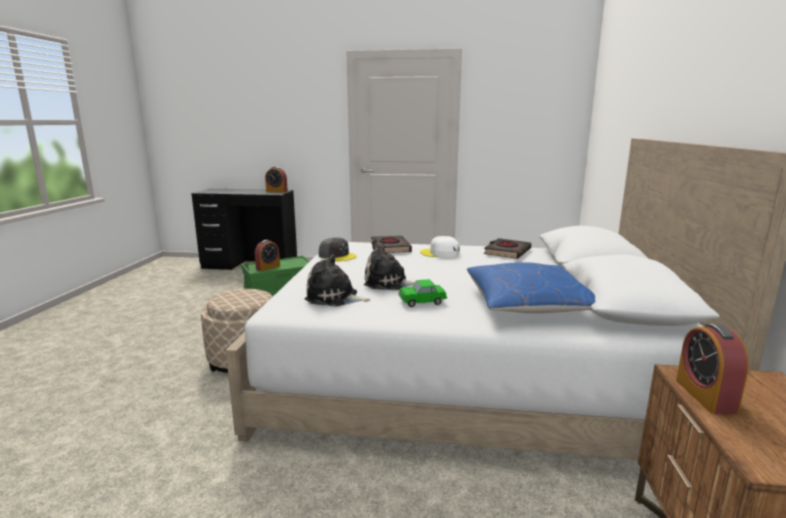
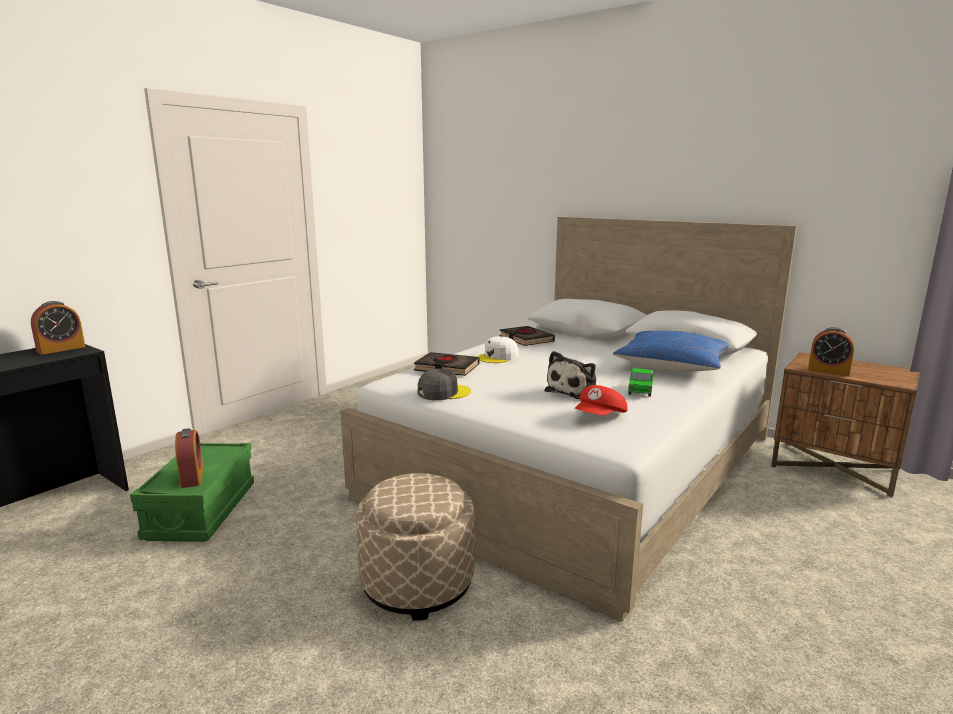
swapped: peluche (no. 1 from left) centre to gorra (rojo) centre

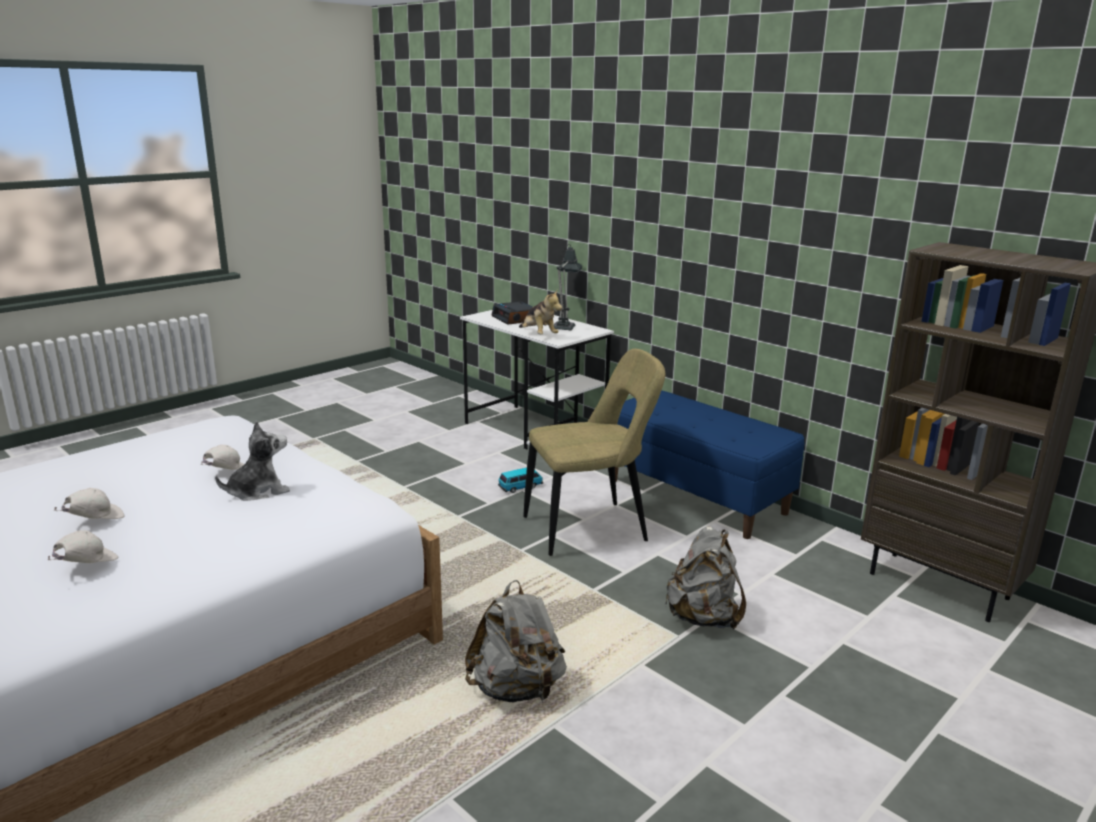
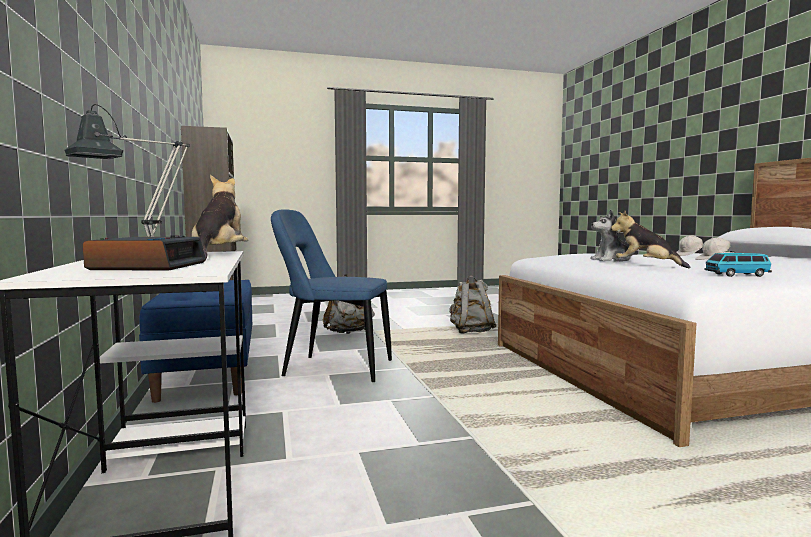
shifted: coche de juguete centre to middle right
swapped: gorra (blanco) (no. 3 from left) middle left to peluche (no. 3 from left) middle right
repainted: silla (beis) centre to silla (azul) centre

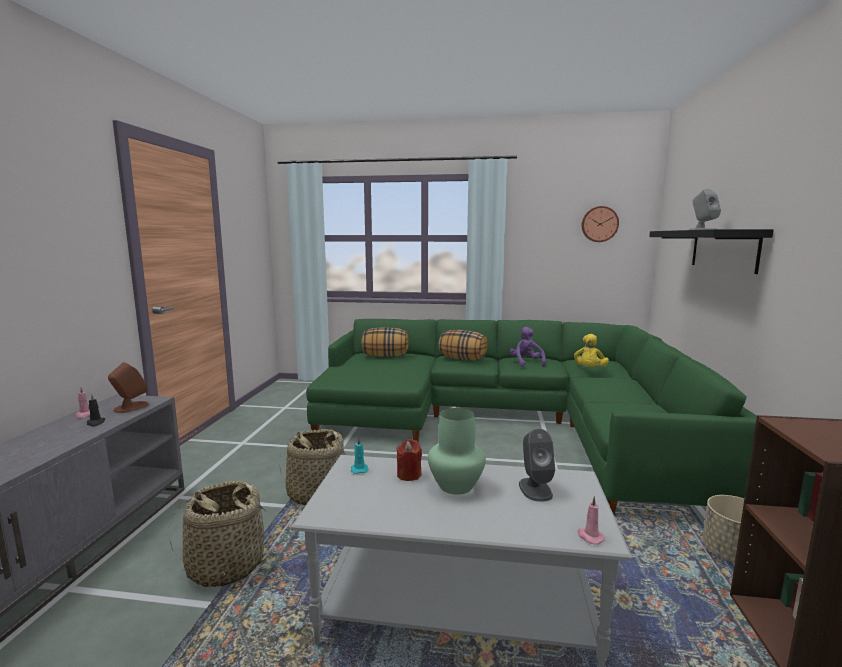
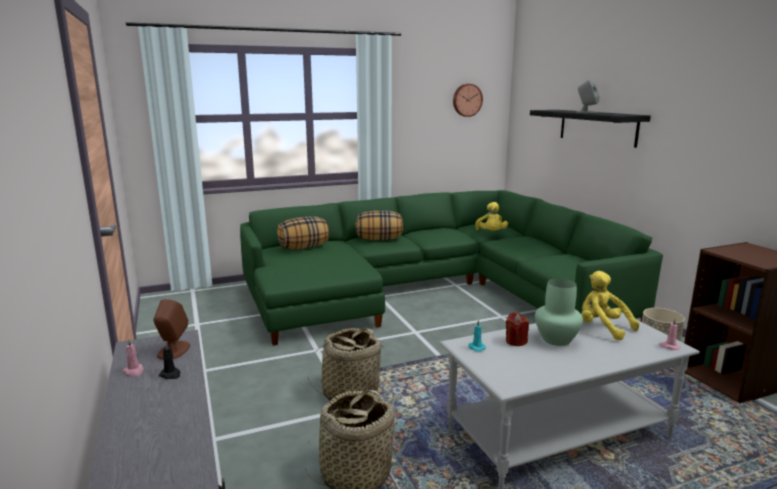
gone: peluche (morado) centre
swapped: altavoz (gris) (no. 1 from left) bottom centre to peluche (amarillo) (no. 2 from left) middle right

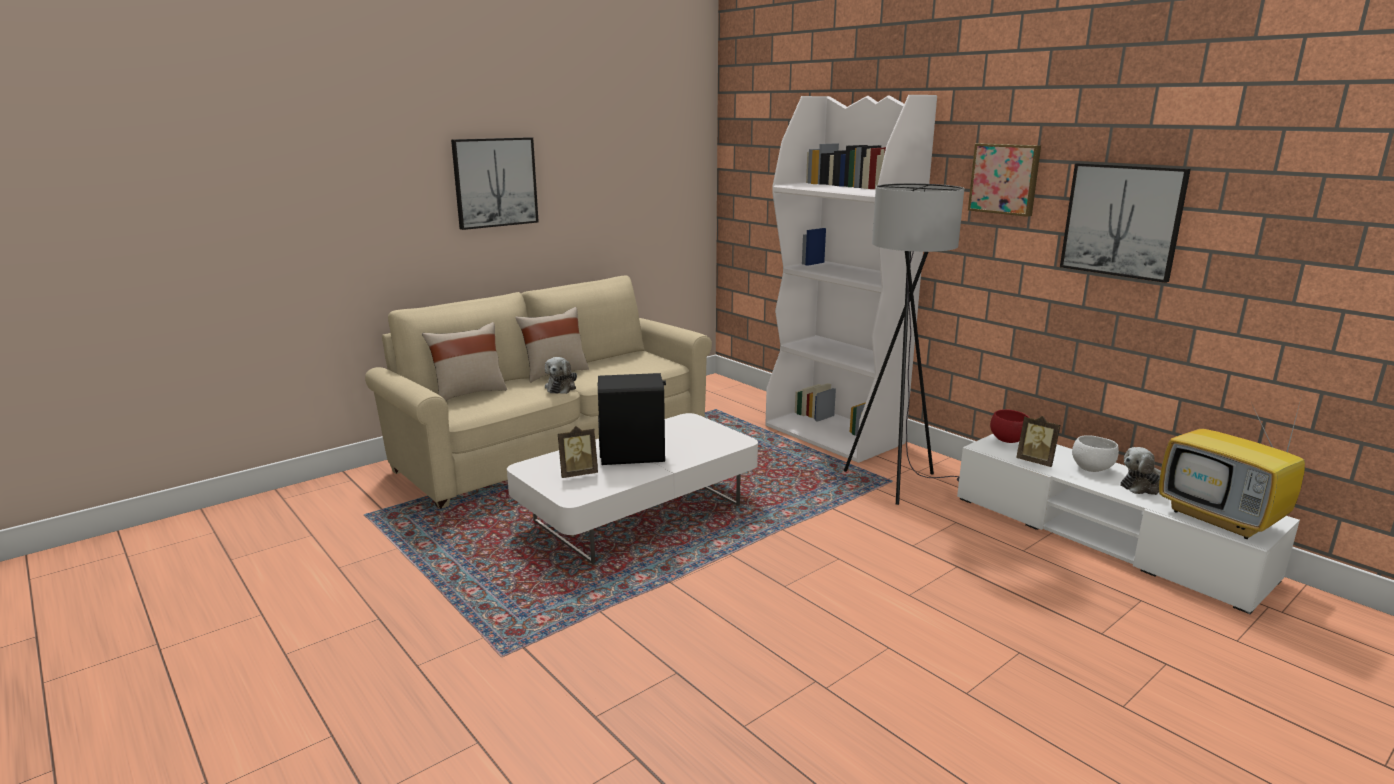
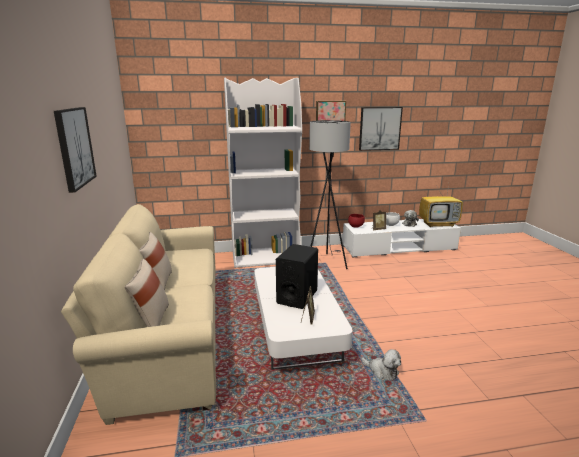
shifted: peluche (no. 1 from left) centre to bottom centre

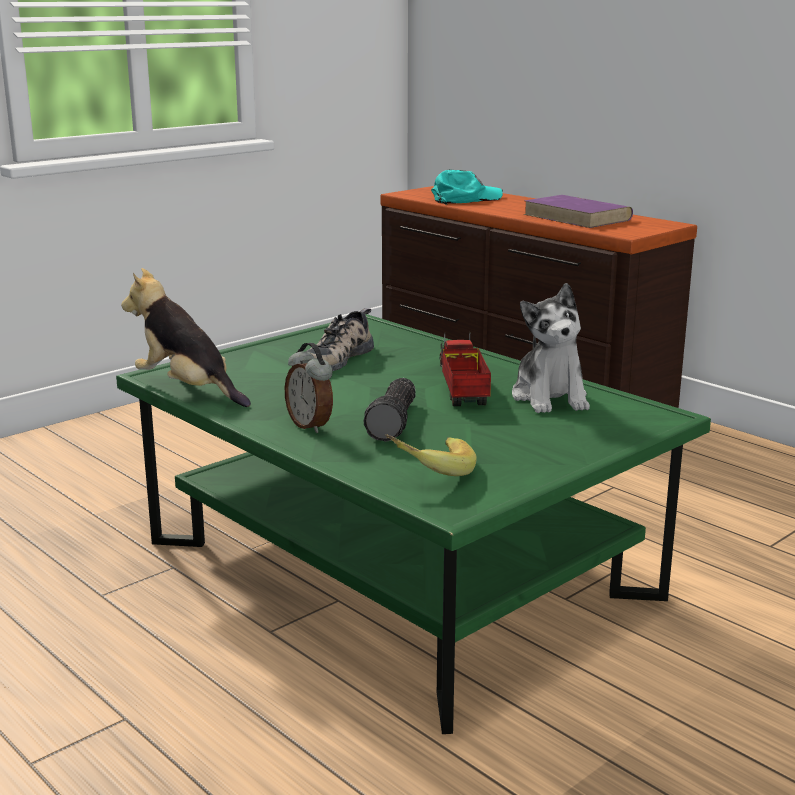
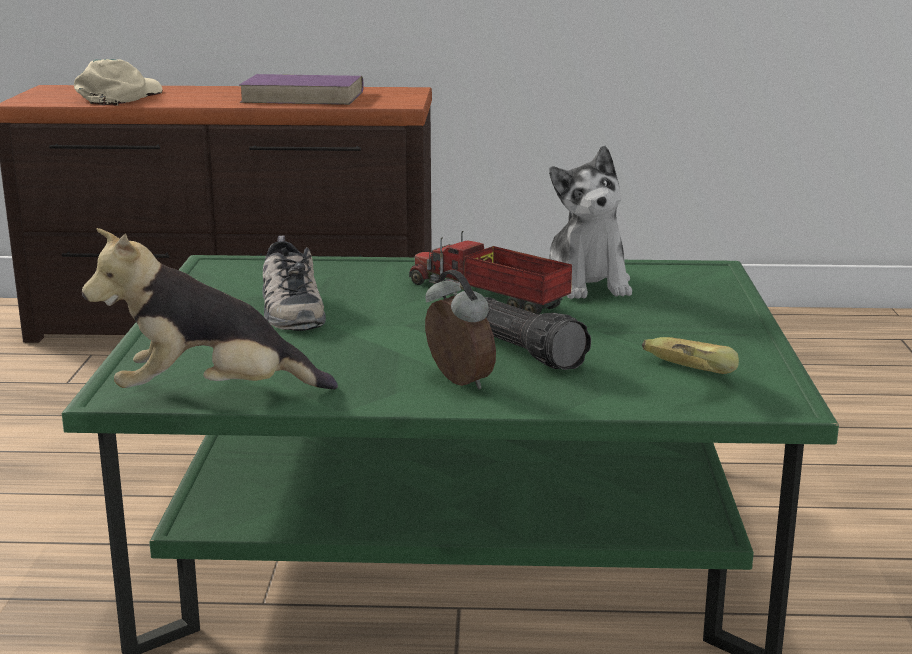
repainted: gorra (turquesa) top centre to gorra (beis) top left
rotated: peluche (no. 2 from left) middle right = centre 45 degrees clockwise; despertador centre = centre 135 degrees counterclockwise

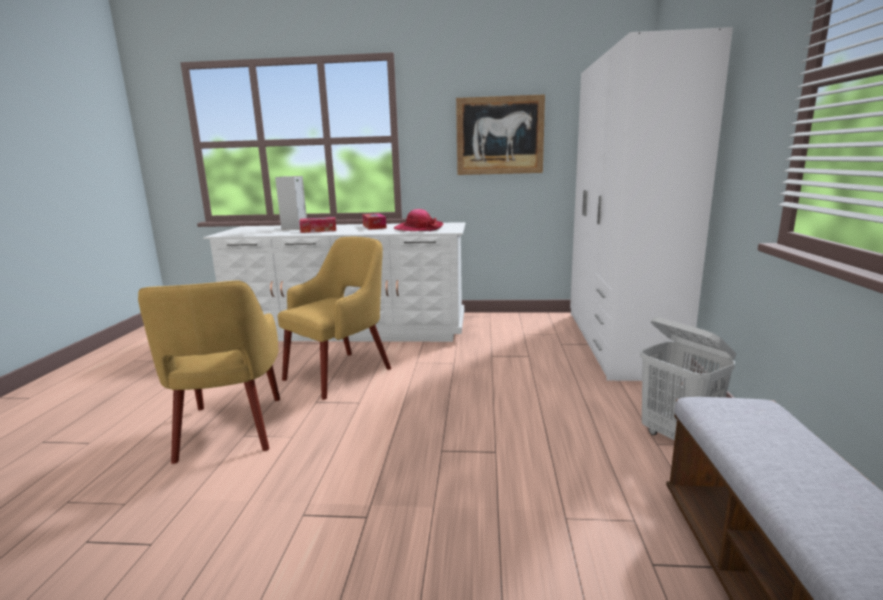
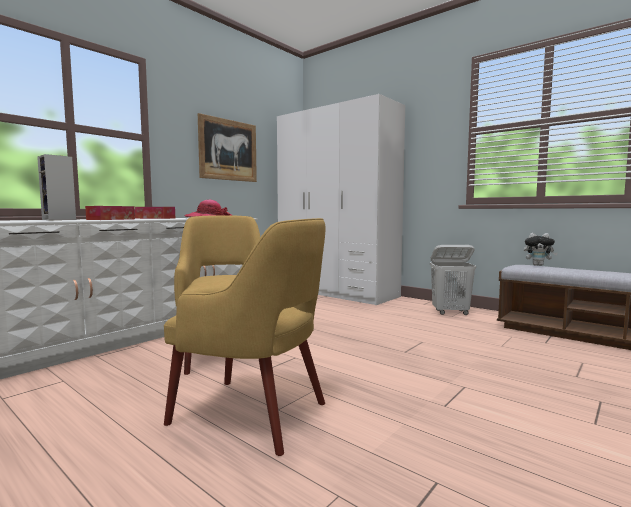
new: peluche middle right

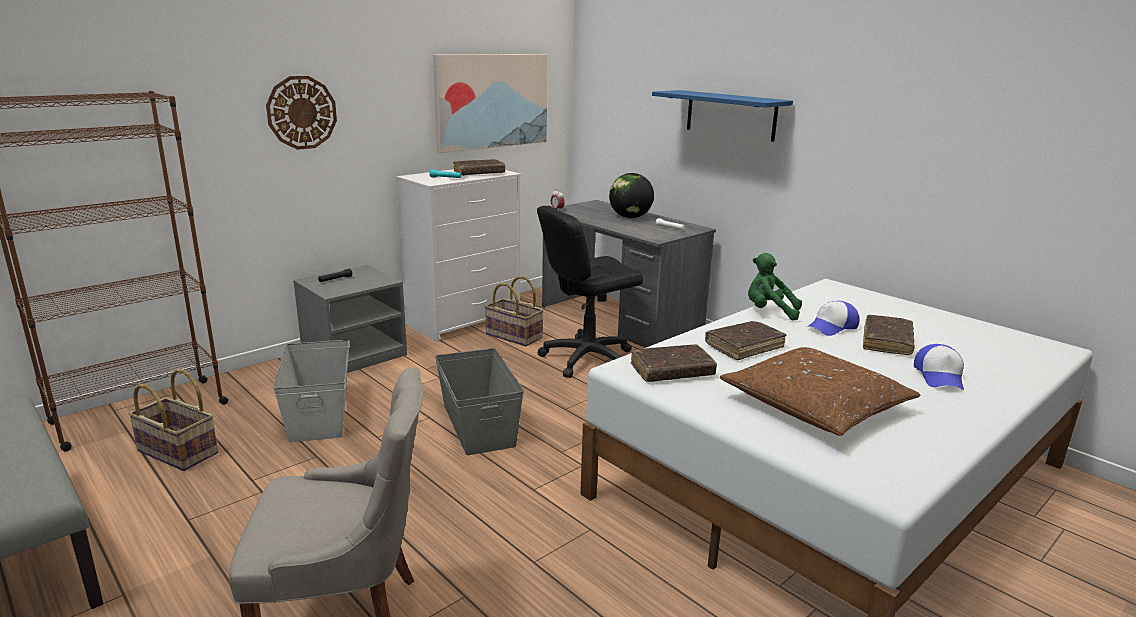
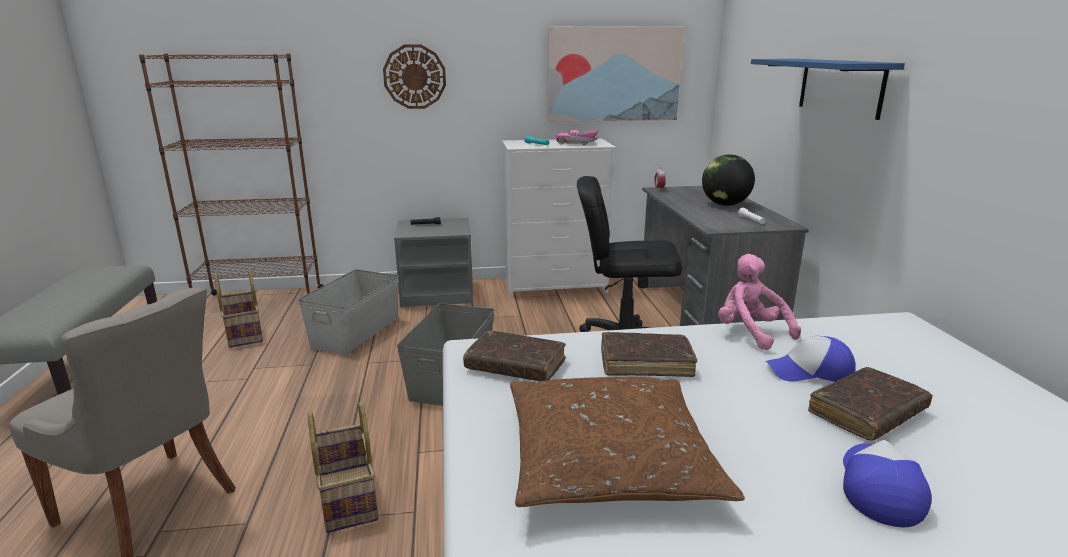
shifted: cesta (no. 2 from left) centre to bottom left
swapped: libro (marrón) (no. 1 from left) top centre to coche de juguete (rosa) top centre
repainted: peluche (verde) middle right to peluche (rosa) middle right
rotated: gorra (no. 2 from left) middle right = bottom right 150 degrees clockwise

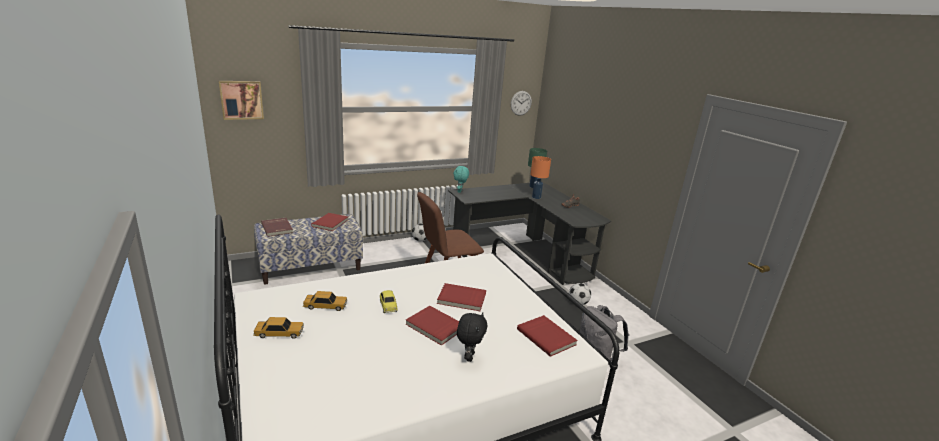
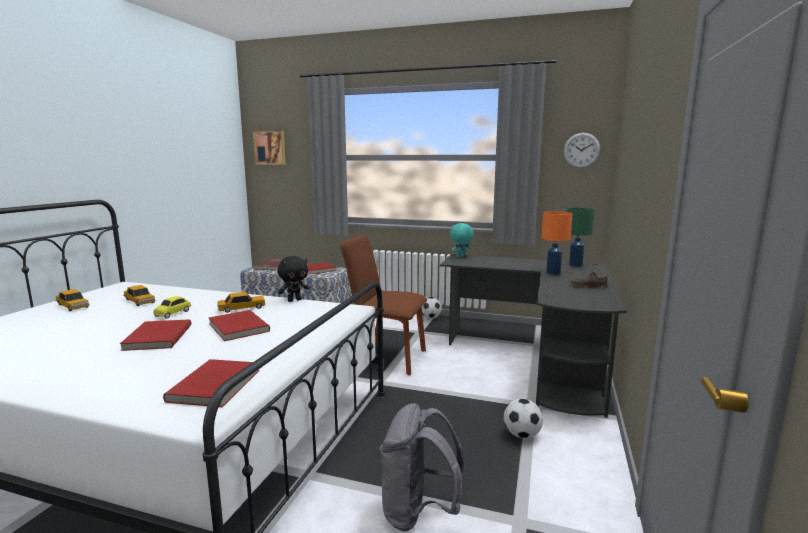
new: coche de juguete (no. 4 from left) middle left
shifted: peluche (negro) bottom centre to centre

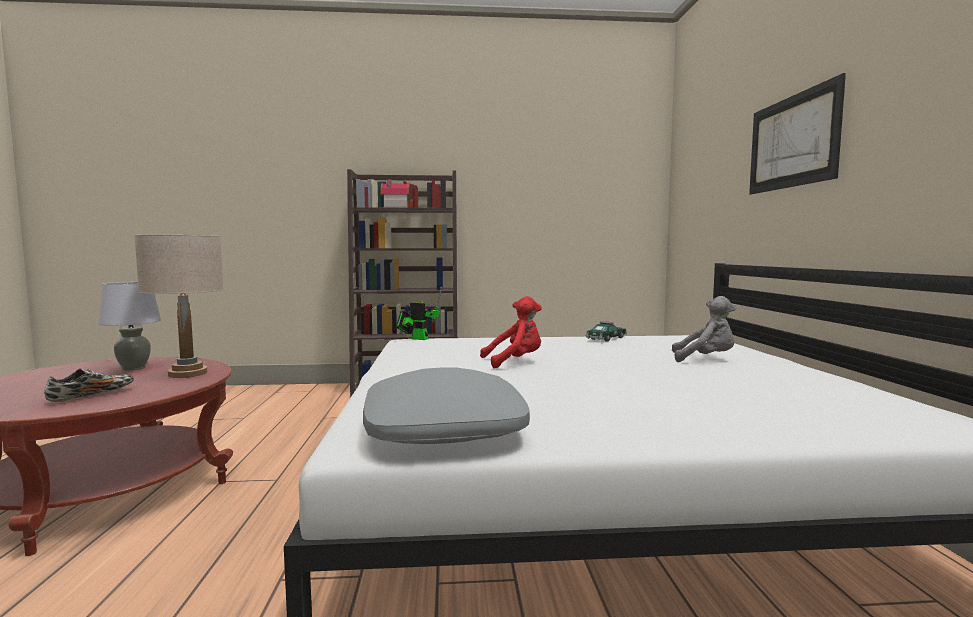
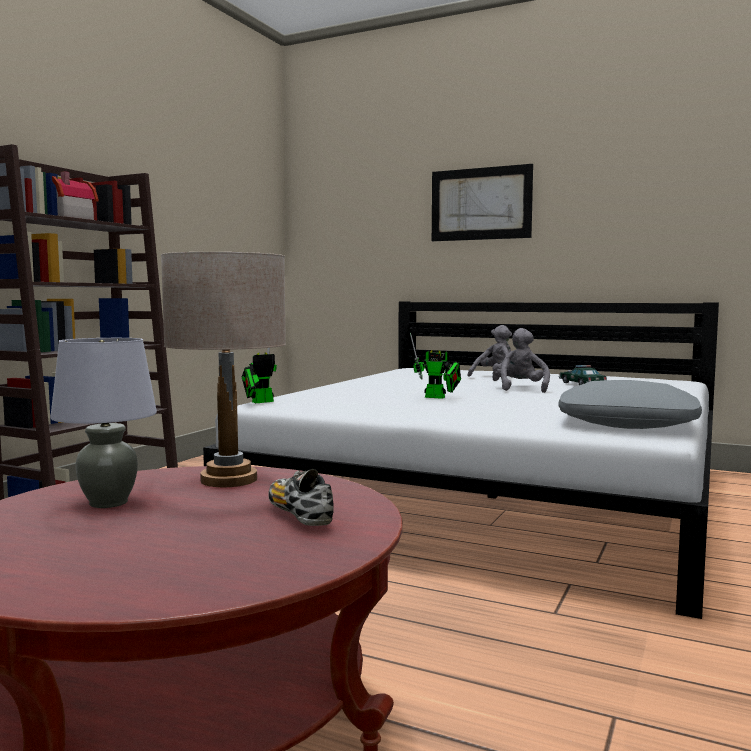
new: peluche (gris) (no. 2 from left) middle right
shifted: coche de juguete centre to middle right
swapped: peluche (rojo) centre to robot de juguete (no. 2 from left) centre

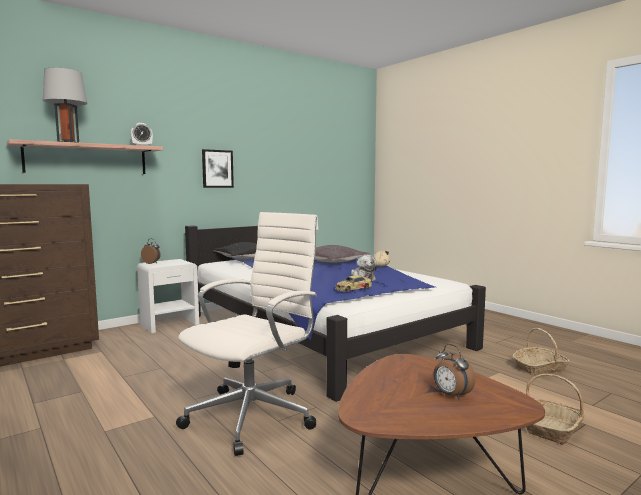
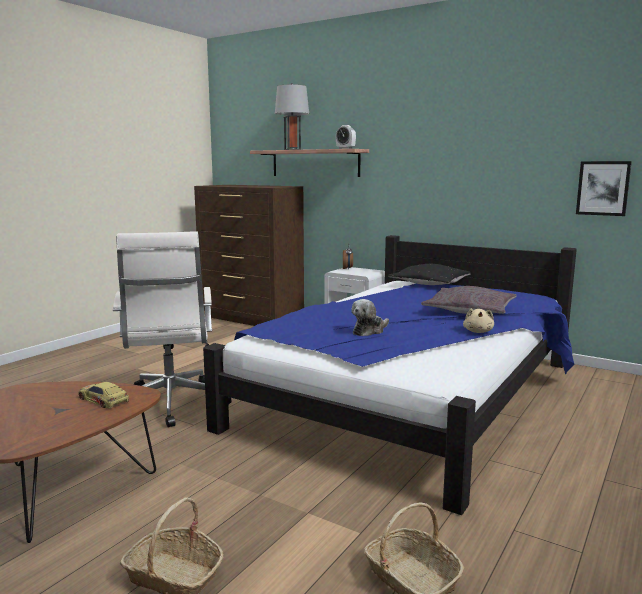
gone: despertador (no. 3 from left) bottom right
shifted: cuadro centre to top right; coche de juguete centre to middle left
rotated: silla de oficina (blanco) bottom centre = middle left 60 degrees clockwise

